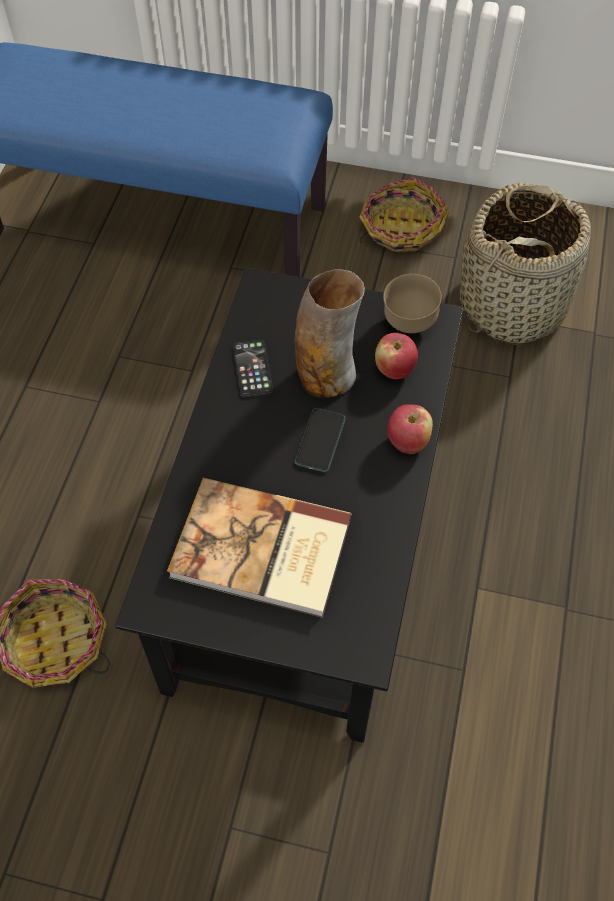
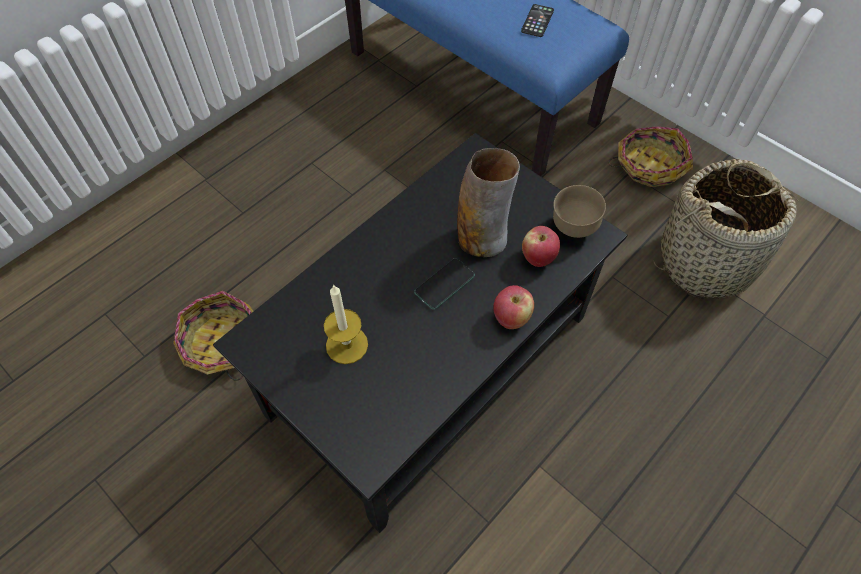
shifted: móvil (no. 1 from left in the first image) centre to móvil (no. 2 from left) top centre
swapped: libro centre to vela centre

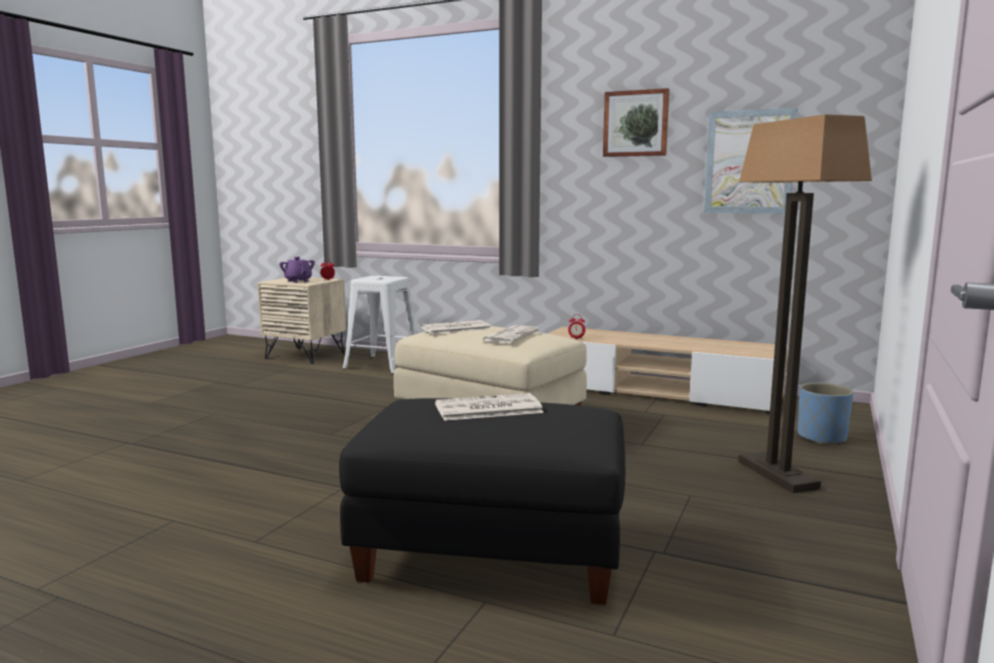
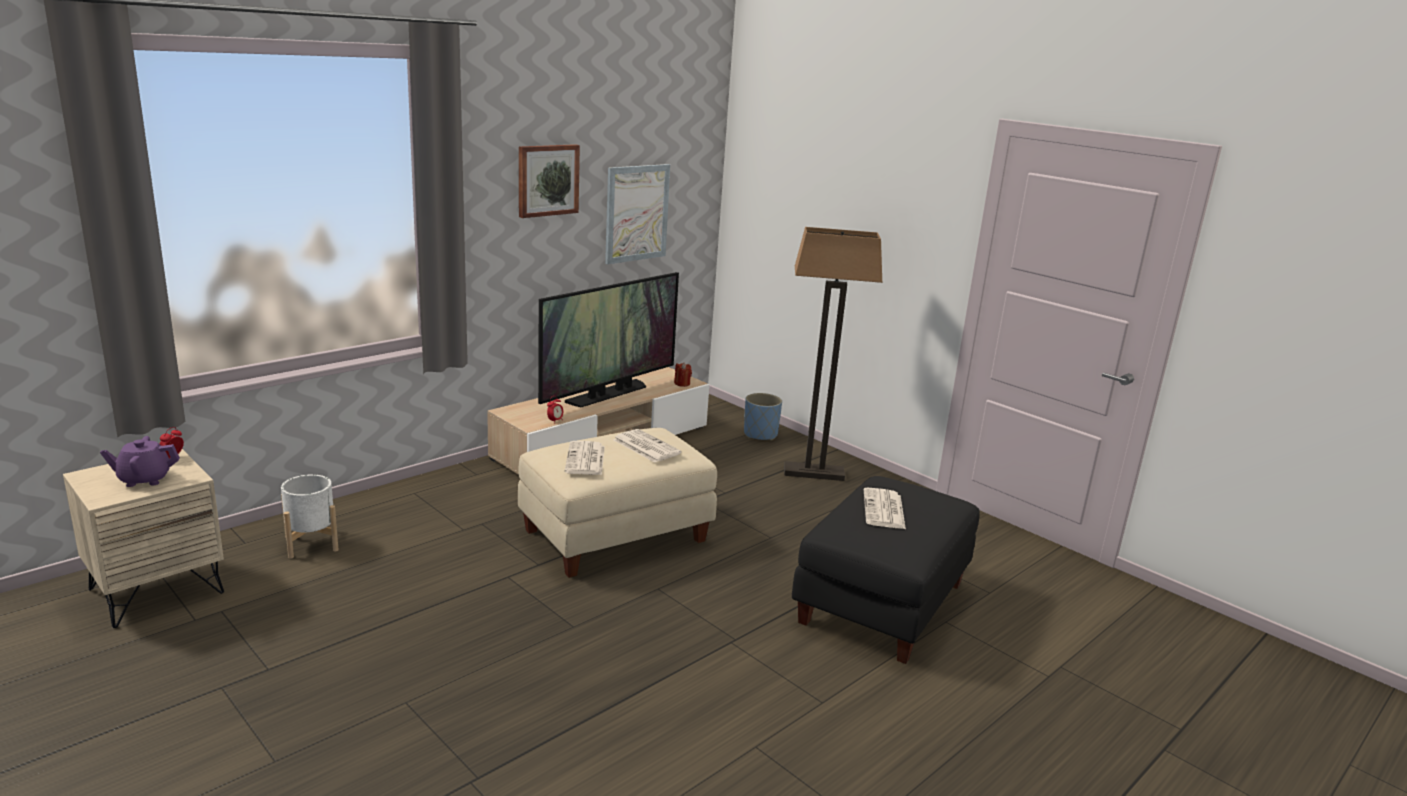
new: televisor centre; vela (rojo) centre
swapped: taburete (blanco) centre to maceta (blanco) middle left

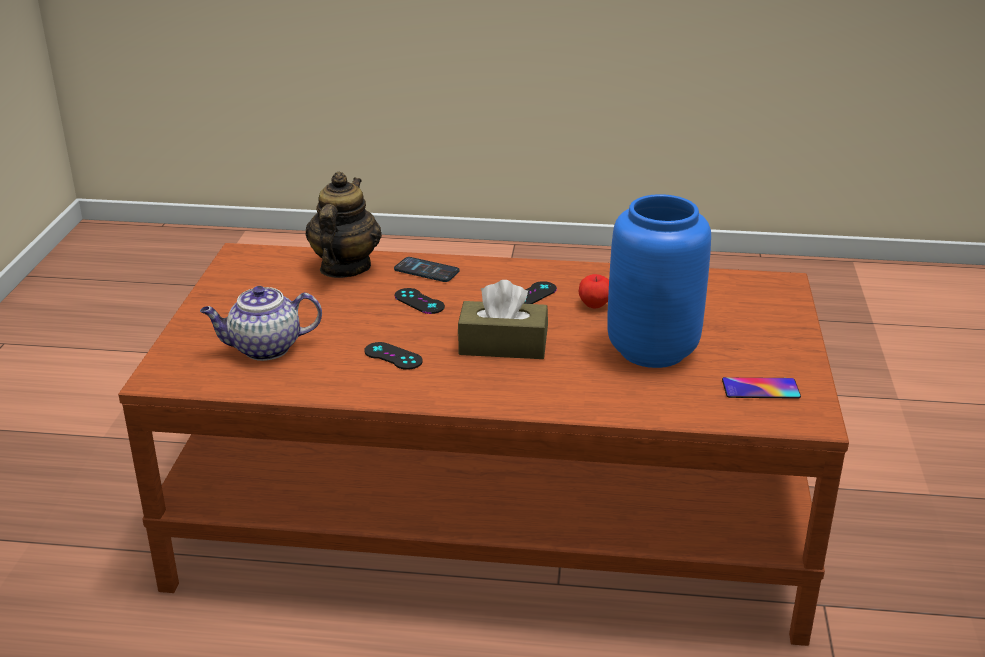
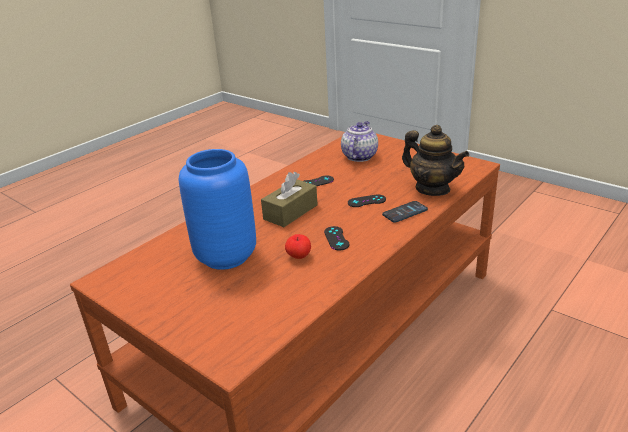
gone: móvil (no. 2 from left) middle right

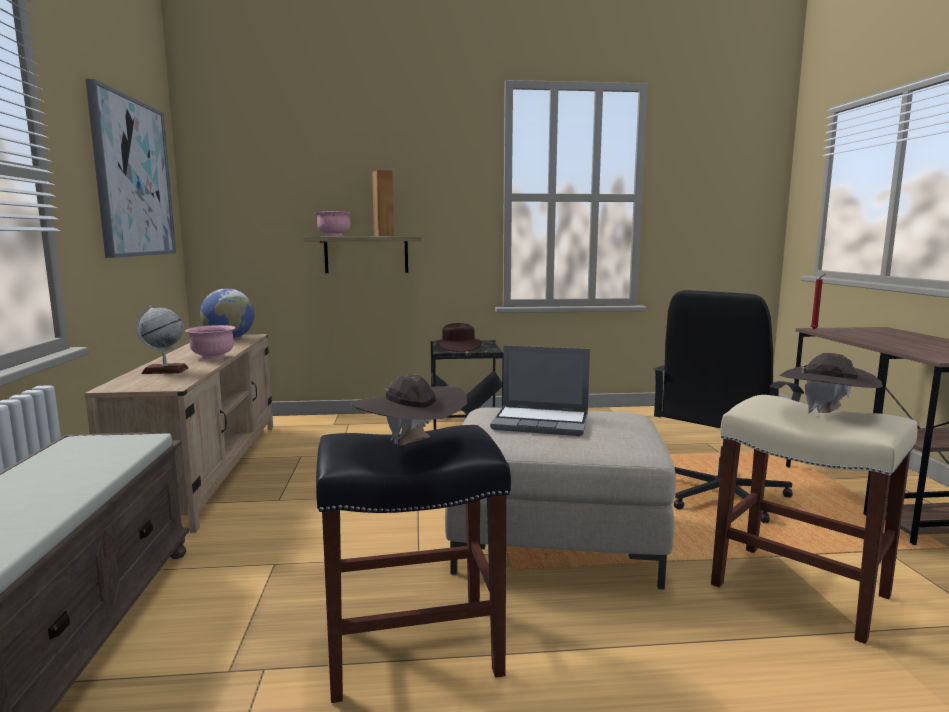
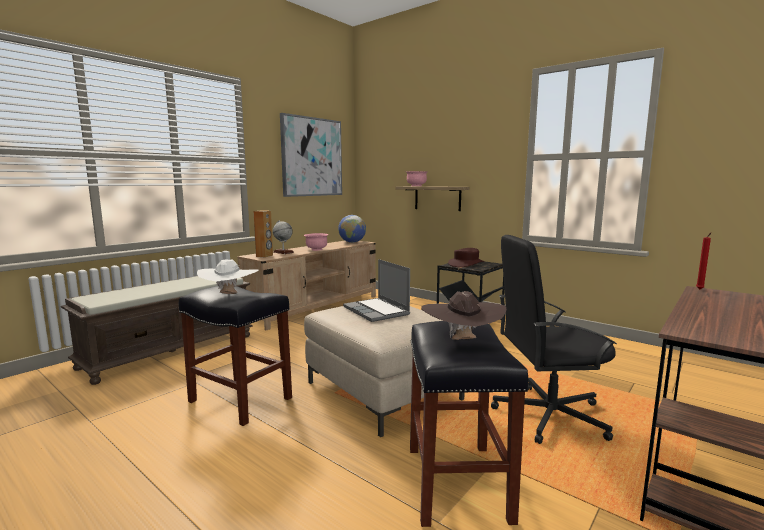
shifted: altavoz (marrón) top centre to centre
repainted: sombrero (marrón) (no. 1 from left) centre to sombrero (blanco) middle left; taburete (beis) bottom right to taburete (negro) (no. 2 from left) bottom centre

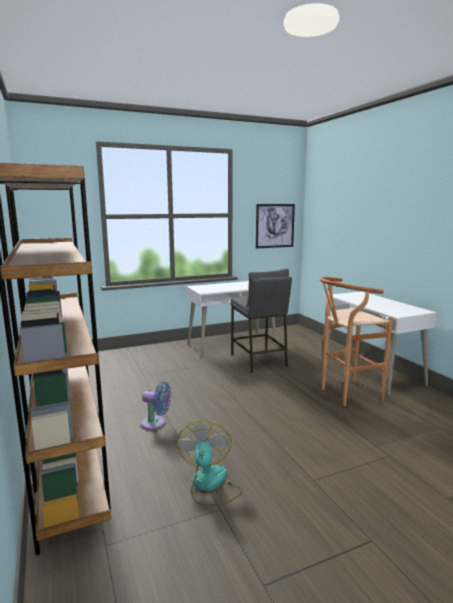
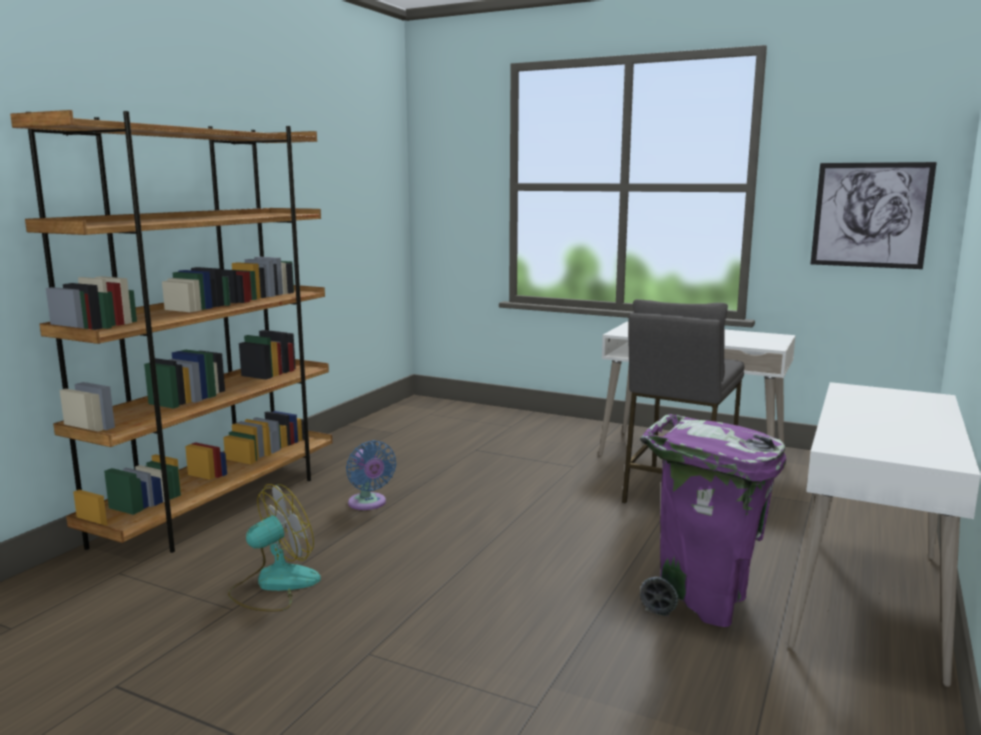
swapped: taburete (marrón) middle right to papelera (morado) bottom right

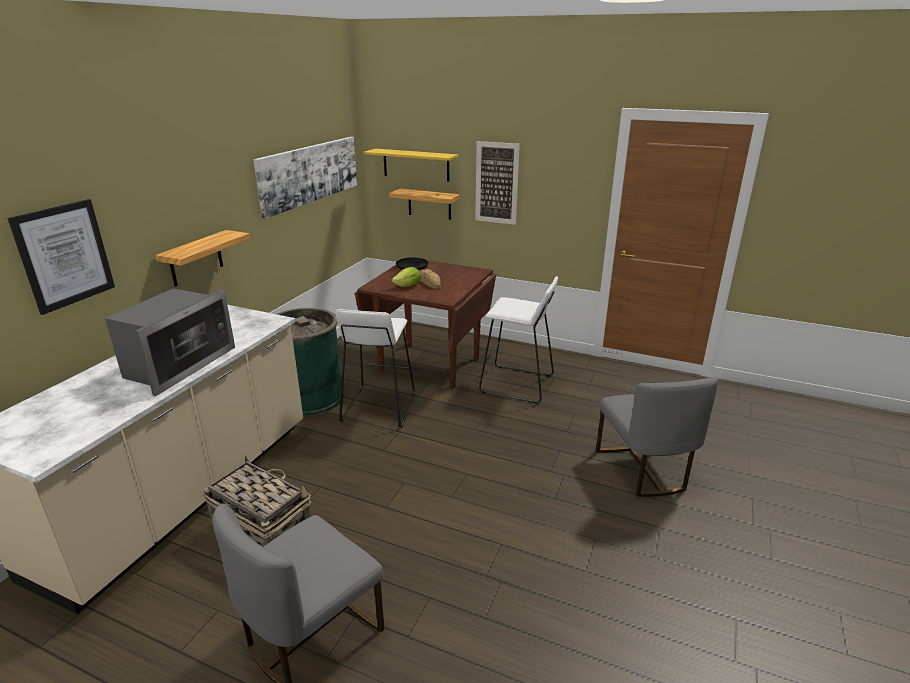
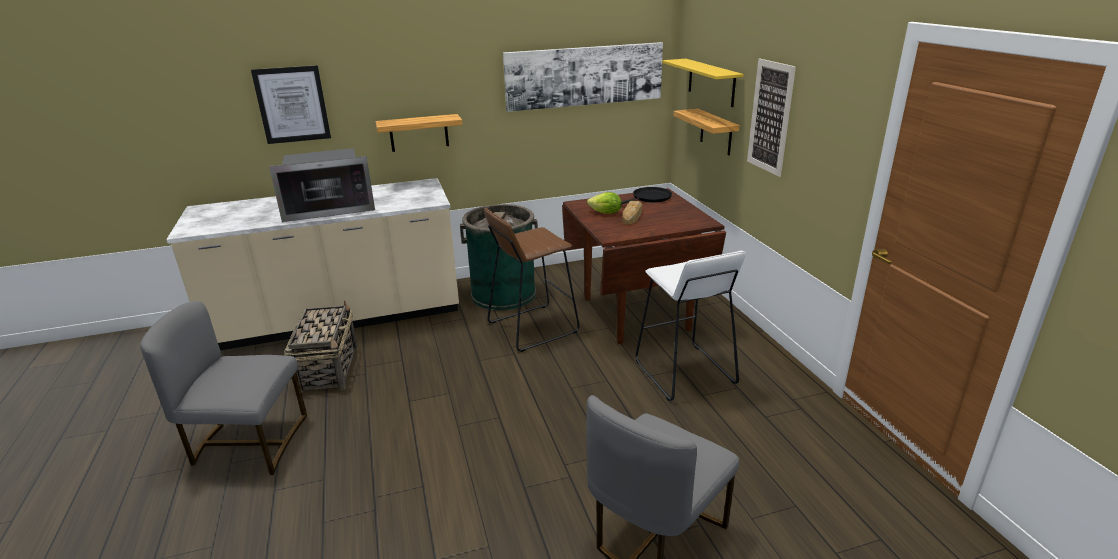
repainted: taburete (blanco) (no. 1 from left) centre to taburete (marrón) centre

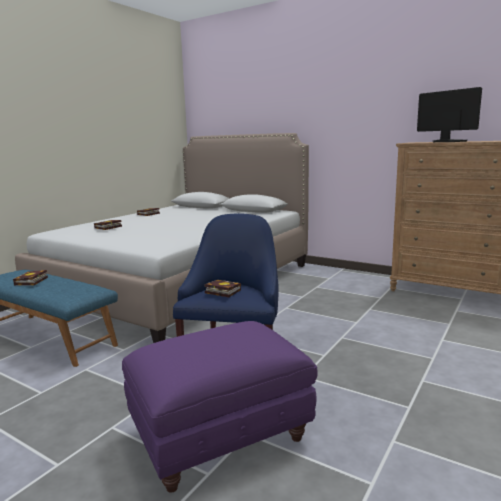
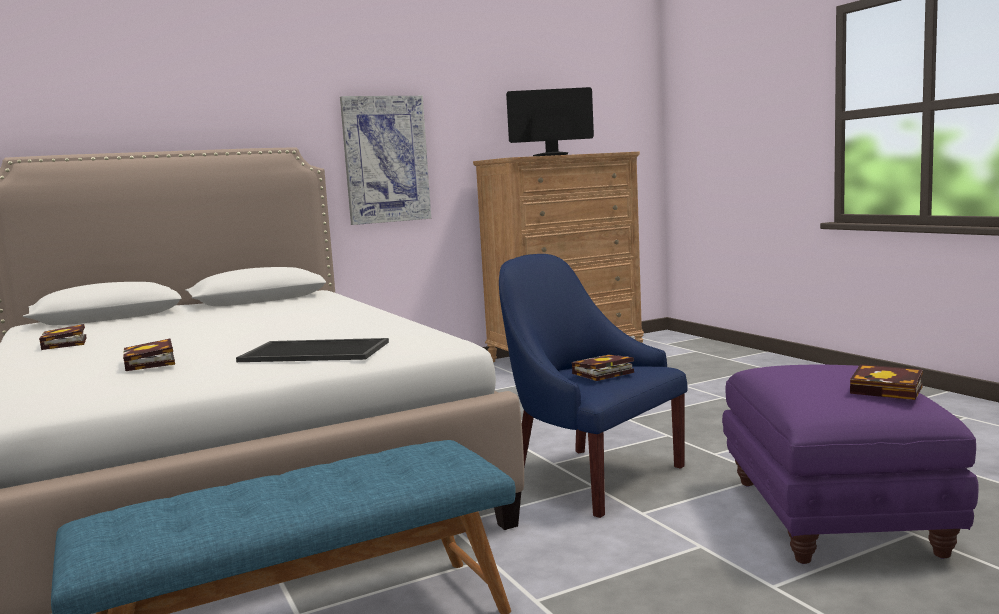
new: cuadro top centre; bandeja middle left
shifted: libro (no. 1 from left in the first image) middle left to libro (no. 4 from left) middle right

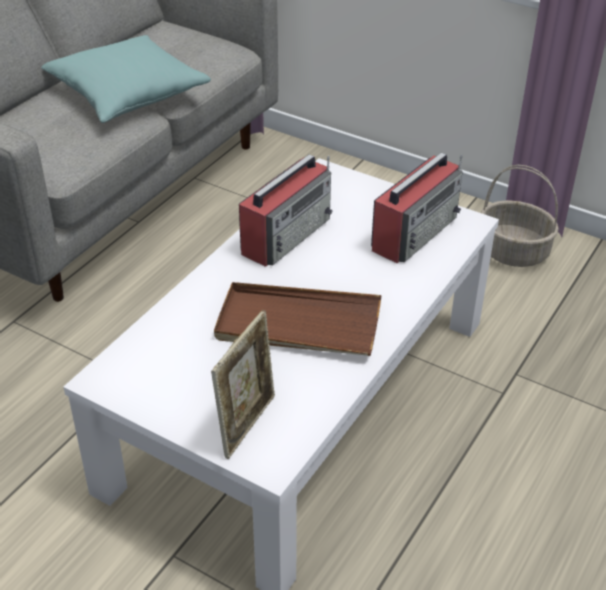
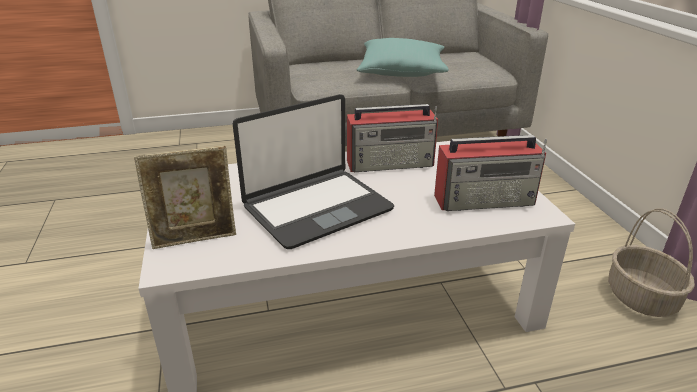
swapped: bandeja (marrón) centre to portátil centre

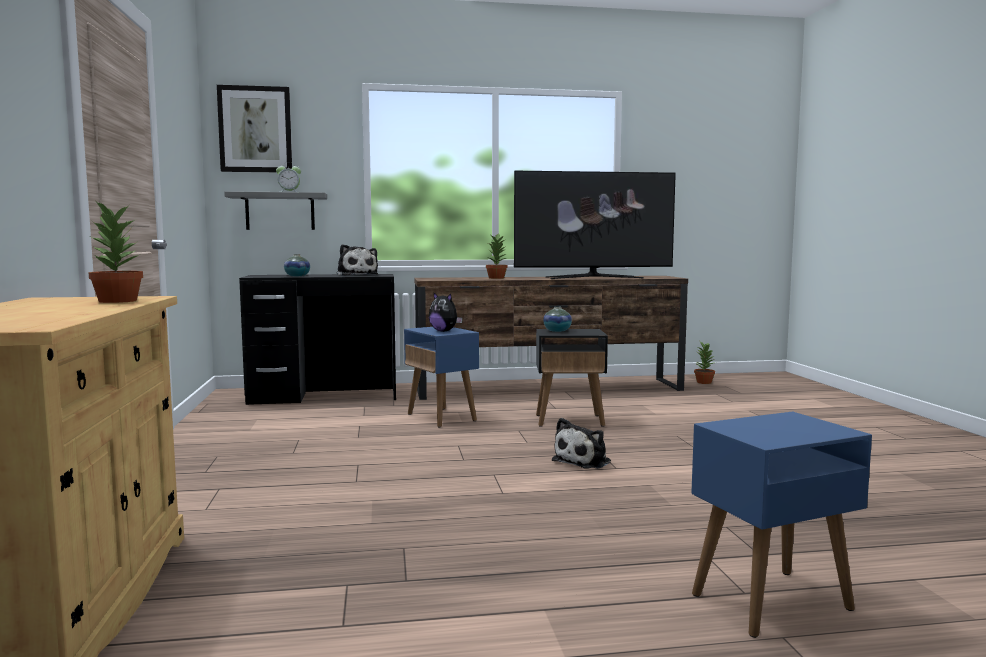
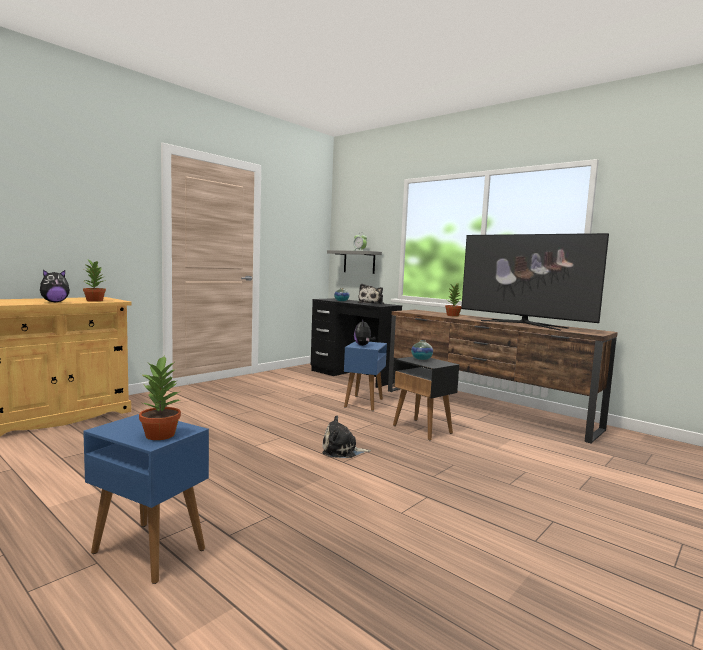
gone: cuadro top left
new: peluche (no. 1 from left) middle left
shifted: planta en maceta (no. 3 from left in the first image) middle right to planta en maceta (no. 2 from left) middle left

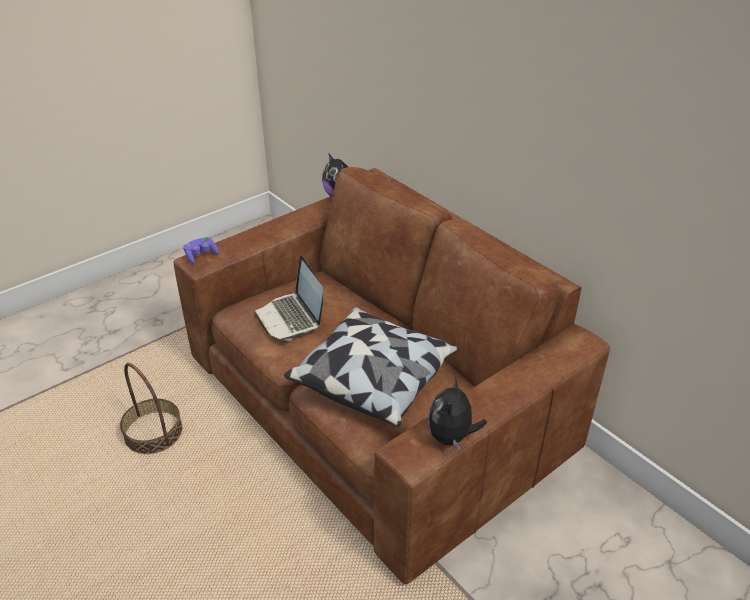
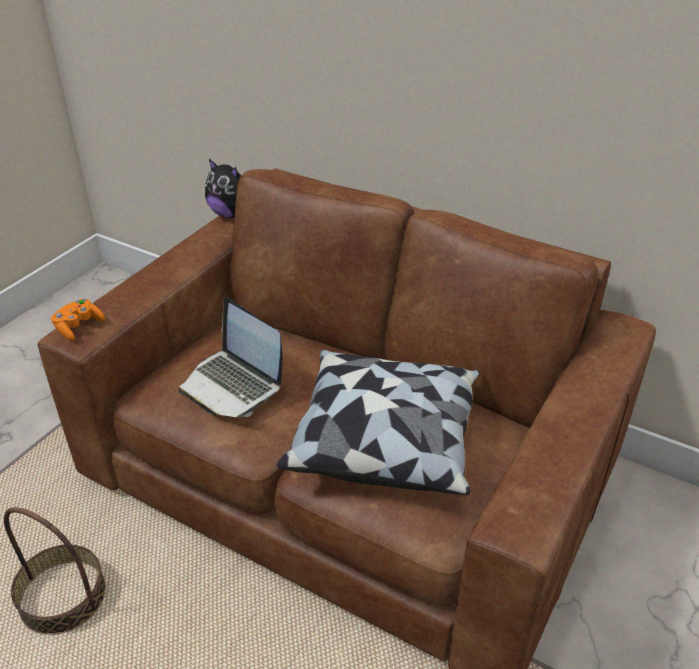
gone: peluche (no. 2 from left) bottom centre
repainted: mando de consola (morado) middle left to mando de consola (naranja) middle left

